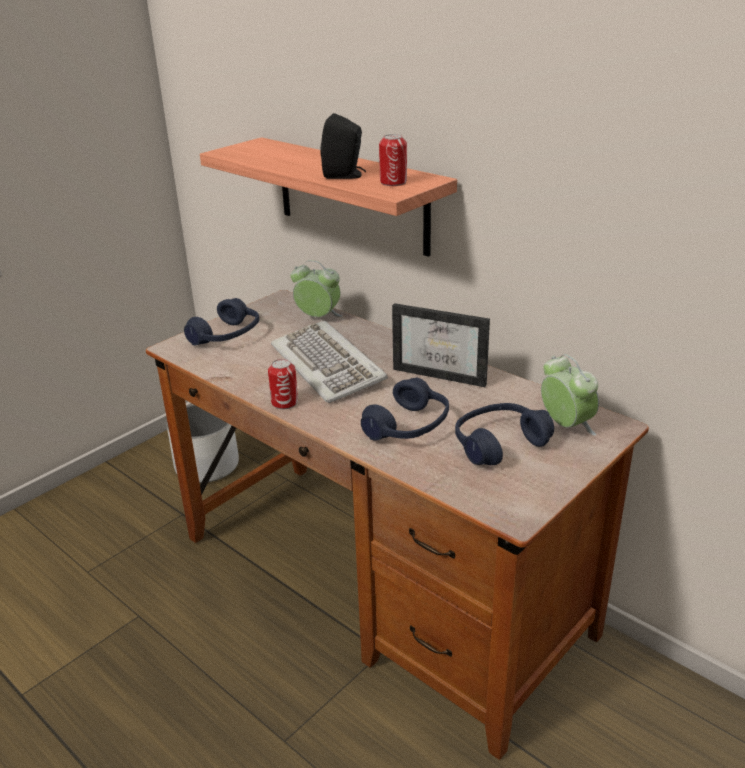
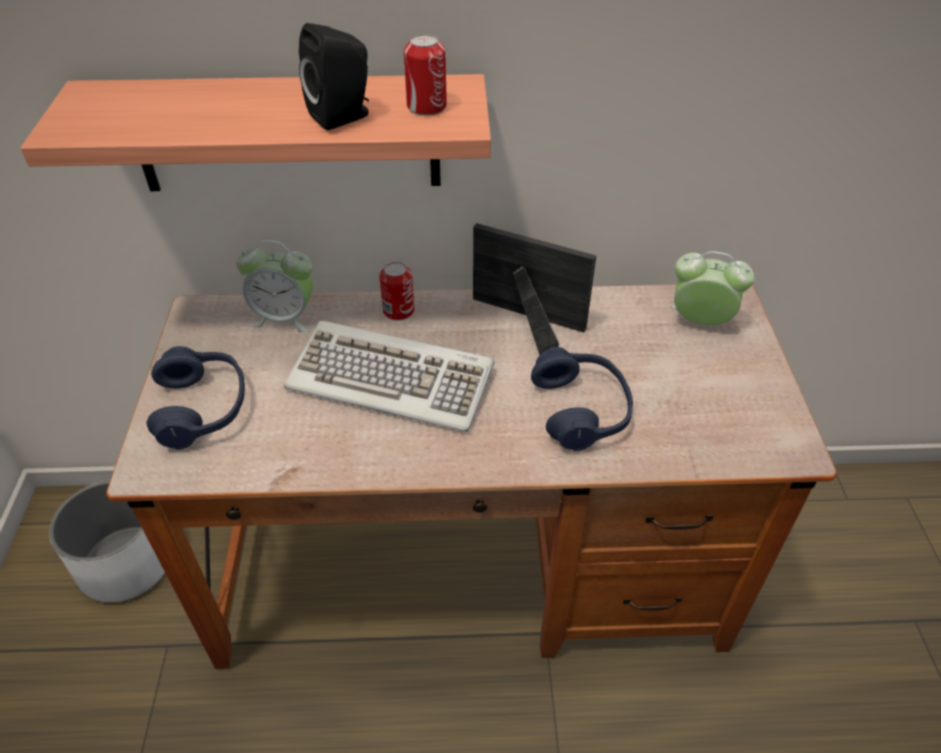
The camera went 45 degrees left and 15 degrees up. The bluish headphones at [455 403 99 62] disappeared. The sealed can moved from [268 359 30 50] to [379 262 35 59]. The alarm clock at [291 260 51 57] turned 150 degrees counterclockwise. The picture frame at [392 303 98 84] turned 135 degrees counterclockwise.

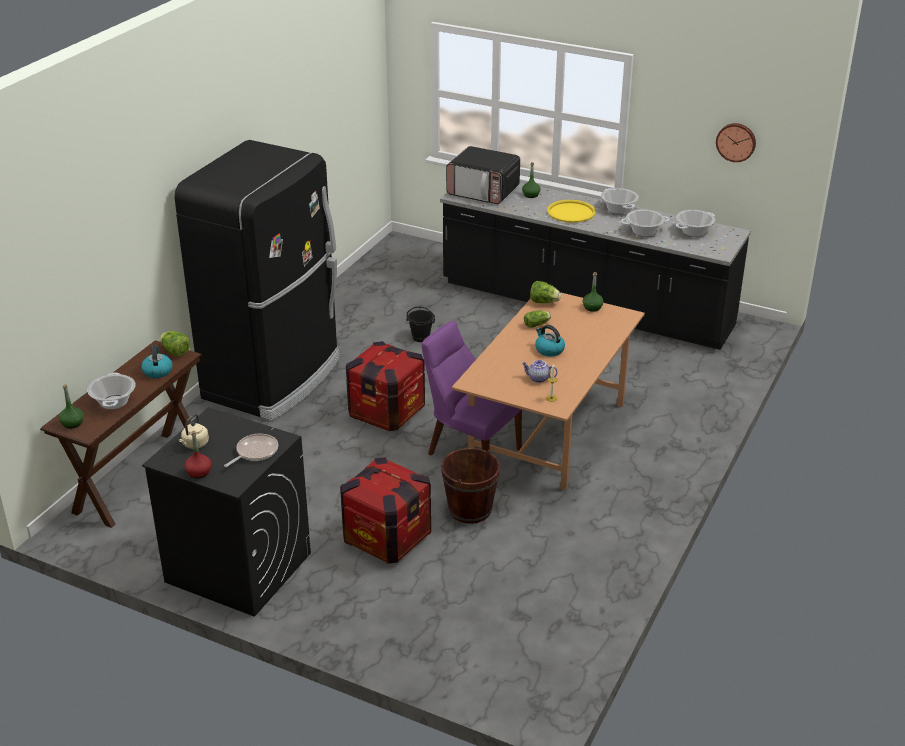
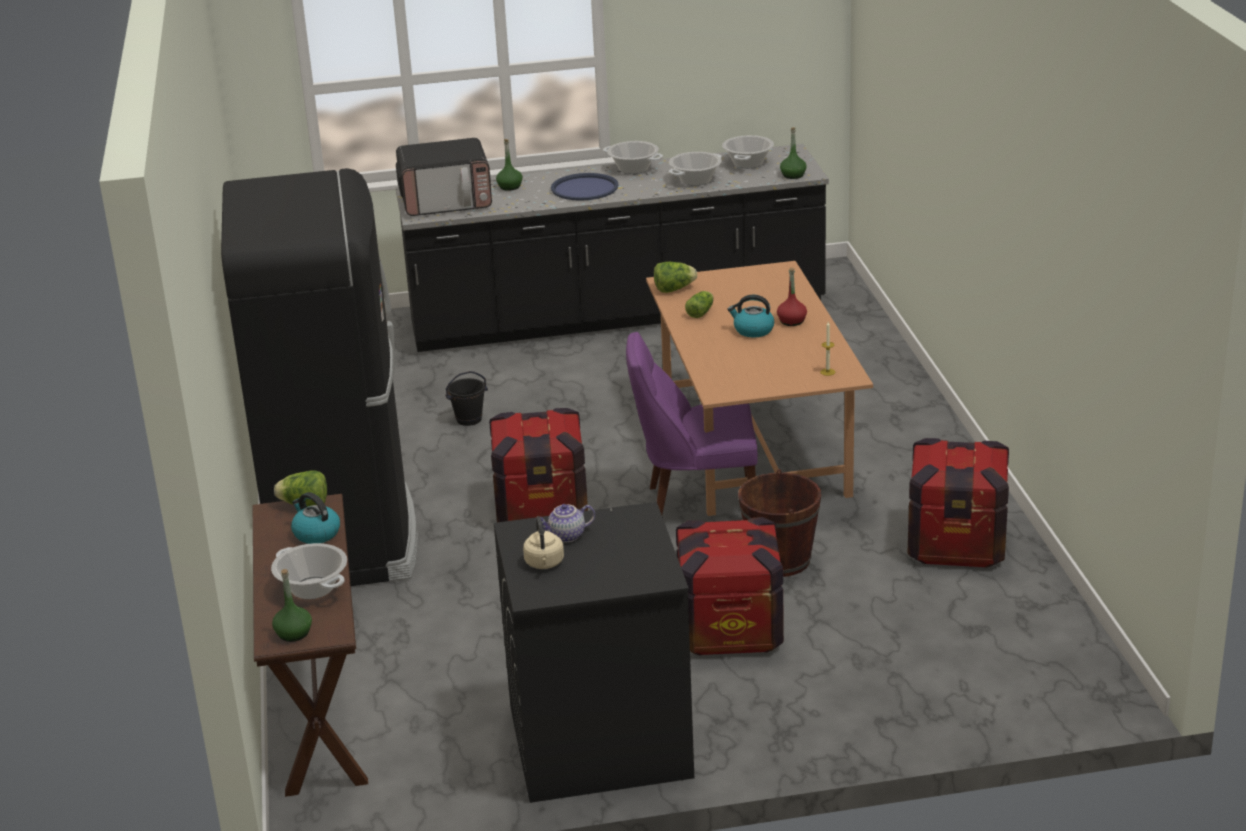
The camera went 35 degrees left and 5 degrees down. The skillet at [224 434 54 33] disappeared. The hanging clock at [716 123 40 39] disappeared. The crate at [908 438 101 130] appeared. The red-coloured beverage bottle moved from [185 431 27 48] to [777 268 30 58]. The teapot moved from [521 360 37 23] to [535 504 60 39]. The greenish beverage bottle moved from [583 272 21 40] to [780 127 27 52]. The yellow-coloured serving tray at [547 200 49 23] became the bluish serving tray at [551 173 68 28].

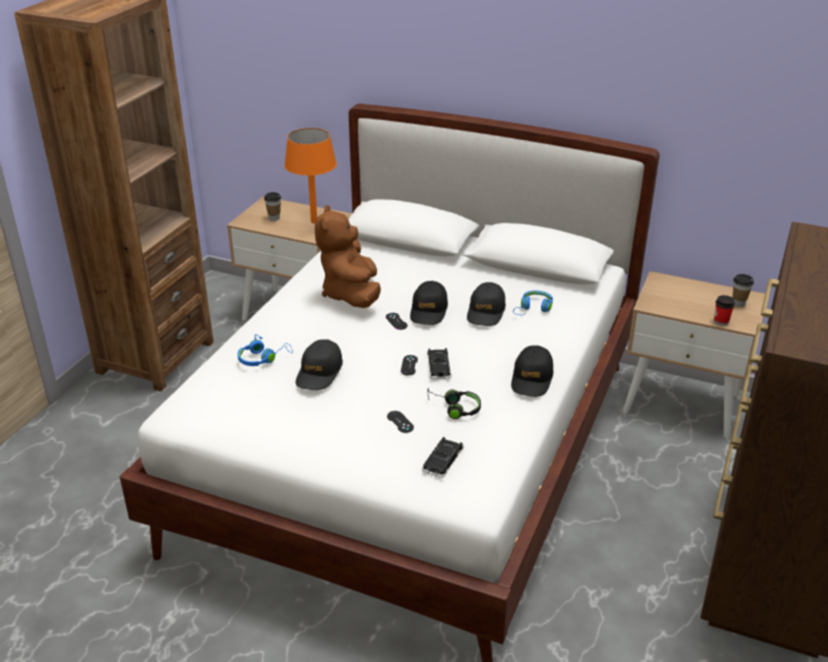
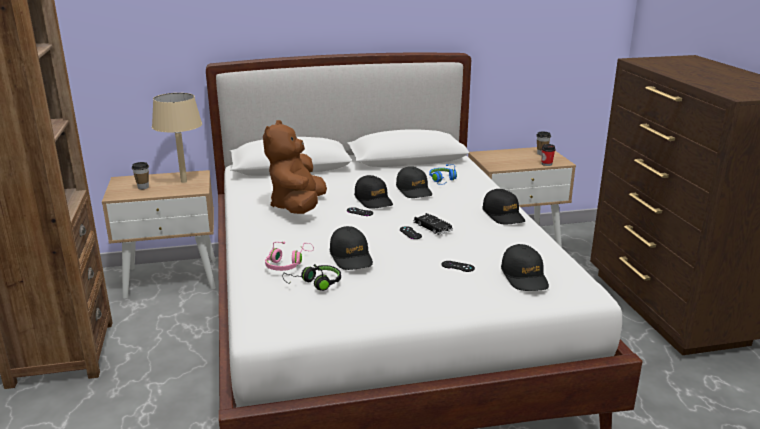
The camera went 35 degrees left and 10 degrees down. The blackish headphones moved from [428 388 53 31] to [282 264 59 27]. The blackish toy car at [422 437 42 41] was replaced by the blackish peaked cap at [501 244 48 47]. The bluish headphones at [237 334 56 32] became the pink-coloured headphones at [265 242 49 29]. The orangey tabletop lamp at [284 128 53 96] became the beige-coloured tabletop lamp at [152 93 50 90]. The brown-coloured plush toy at [315 205 66 103] turned 45 degrees clockwise.

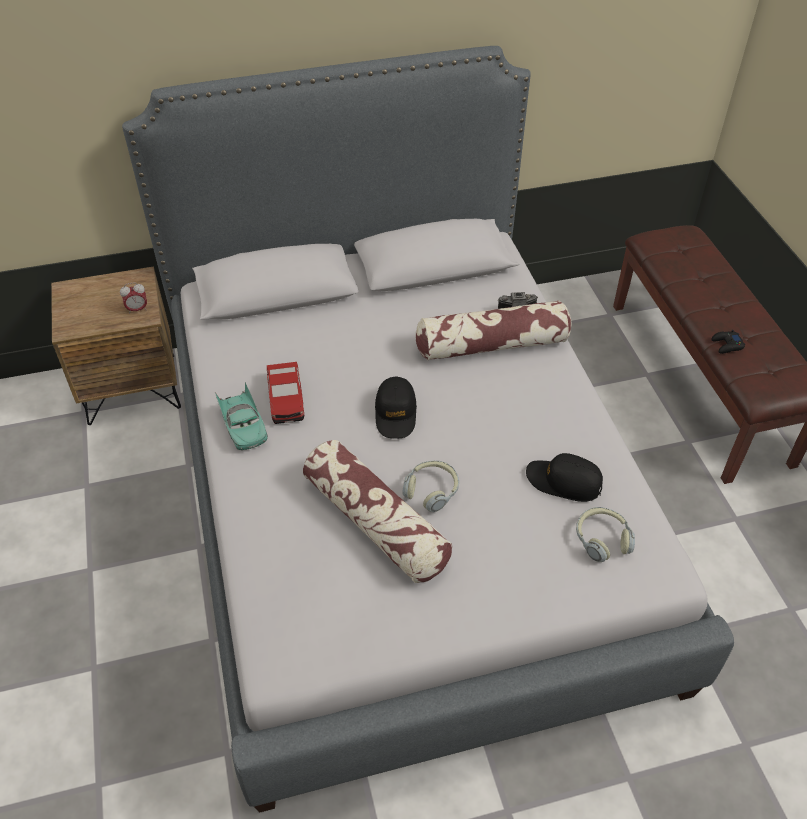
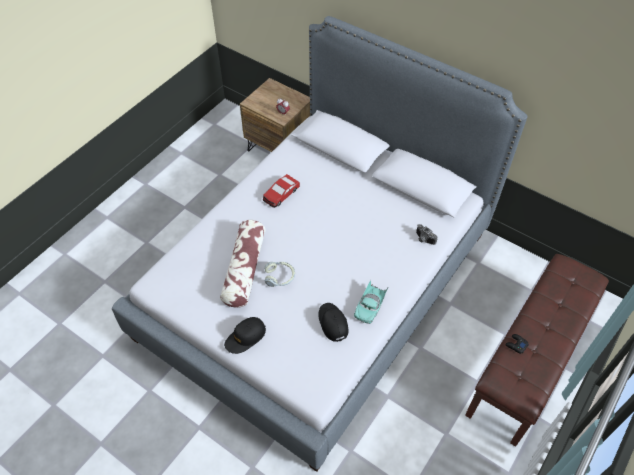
The camera went 50 degrees right and 5 degrees up. The pillow at [415 300 156 61] disappeared. The headphones at [576 507 59 55] disappeared. The blue-green toy car moved from [215 382 53 68] to [354 280 35 44]. The blackish peaked cap moved from [375 376 42 63] to [224 317 42 37].

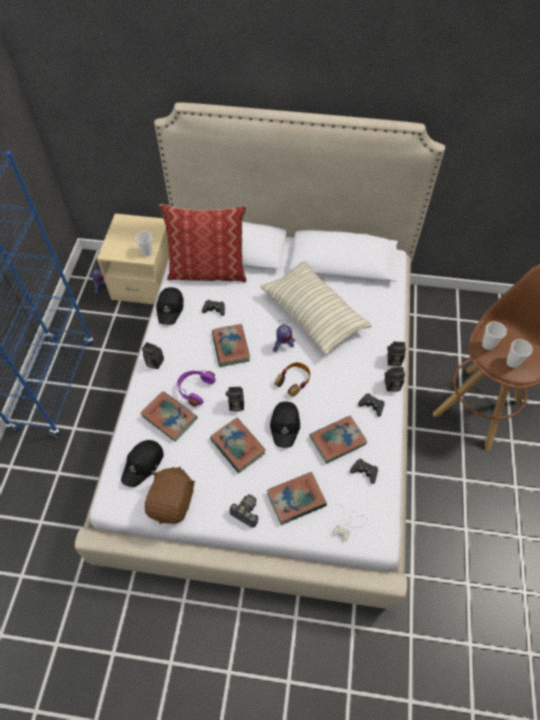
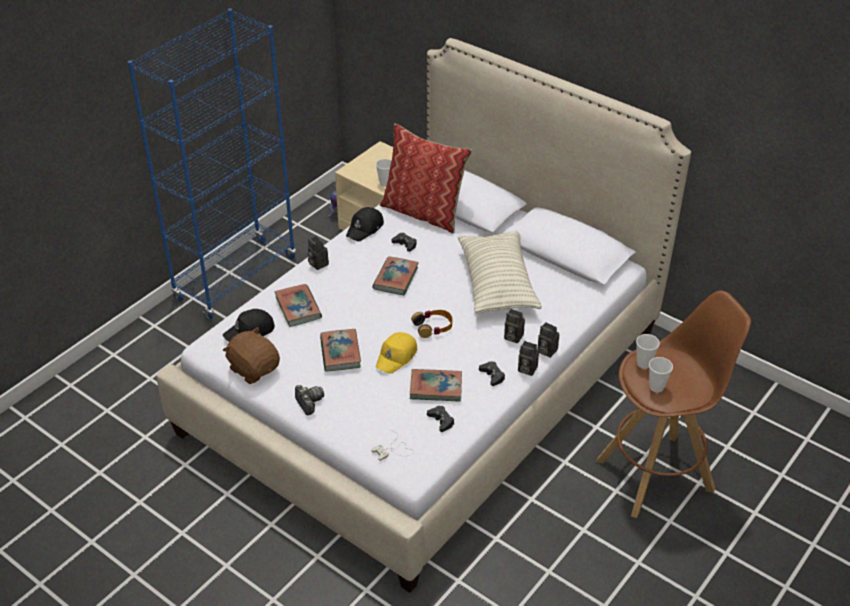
The camera went 30 degrees right and 15 degrees down. The purplish headphones at [177 370 39 37] disappeared. The volume at [267 472 60 53] disappeared. The robot figure at [273 320 22 32] disappeared. The still camera moved from [226 387 18 25] to [504 309 21 34]. The blackish peaked cap at [270 402 30 46] became the yellow-coloured peaked cap at [376 332 41 42]. The brown-coloured plush toy at [145 467 50 57] turned 90 degrees counterclockwise.

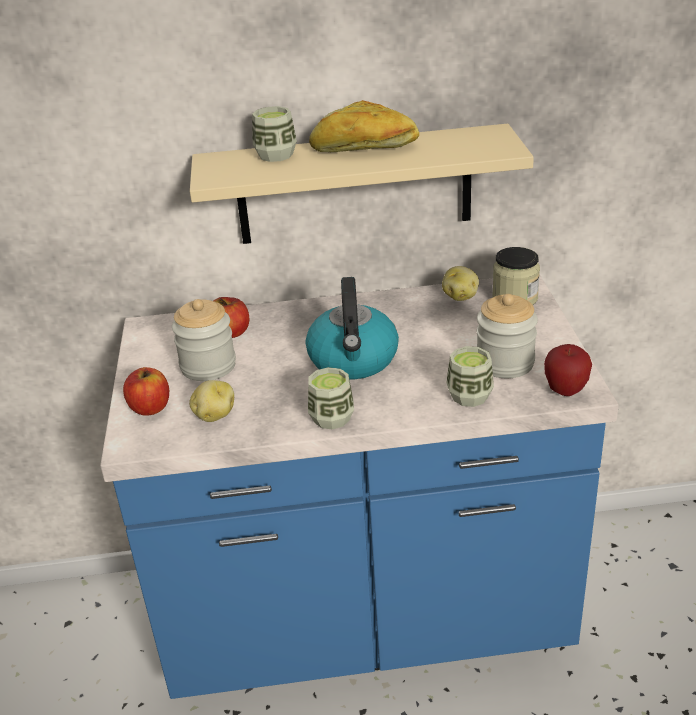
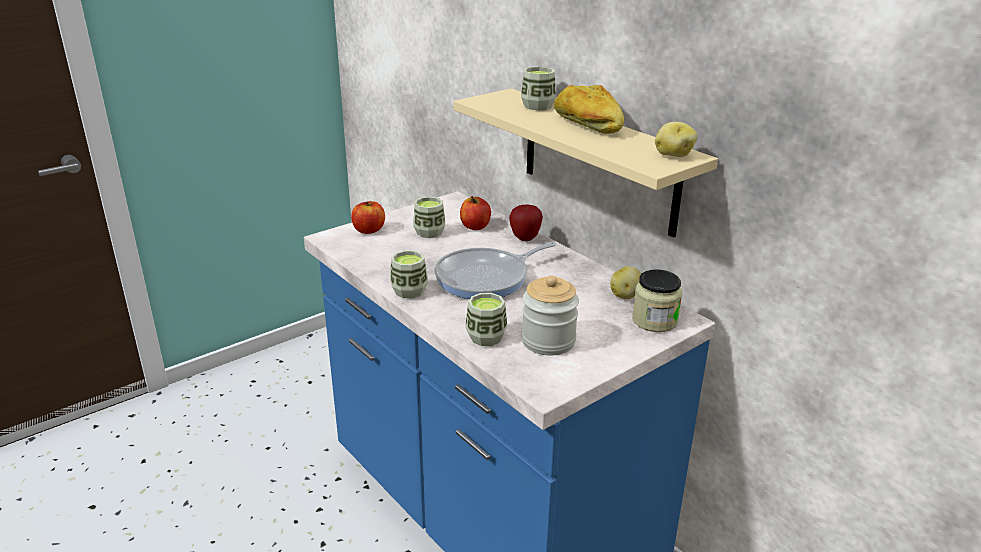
The camera went 55 degrees right and 5 degrees down. The whole potato moved from [189 380 45 42] to [655 122 42 35]. The whole apple moved from [544 344 48 52] to [509 204 34 37]. The jar at [172 299 64 82] was replaced by the drinking cup at [413 197 32 41]. The kettle at [306 277 93 102] was replaced by the skillet at [434 242 123 57].

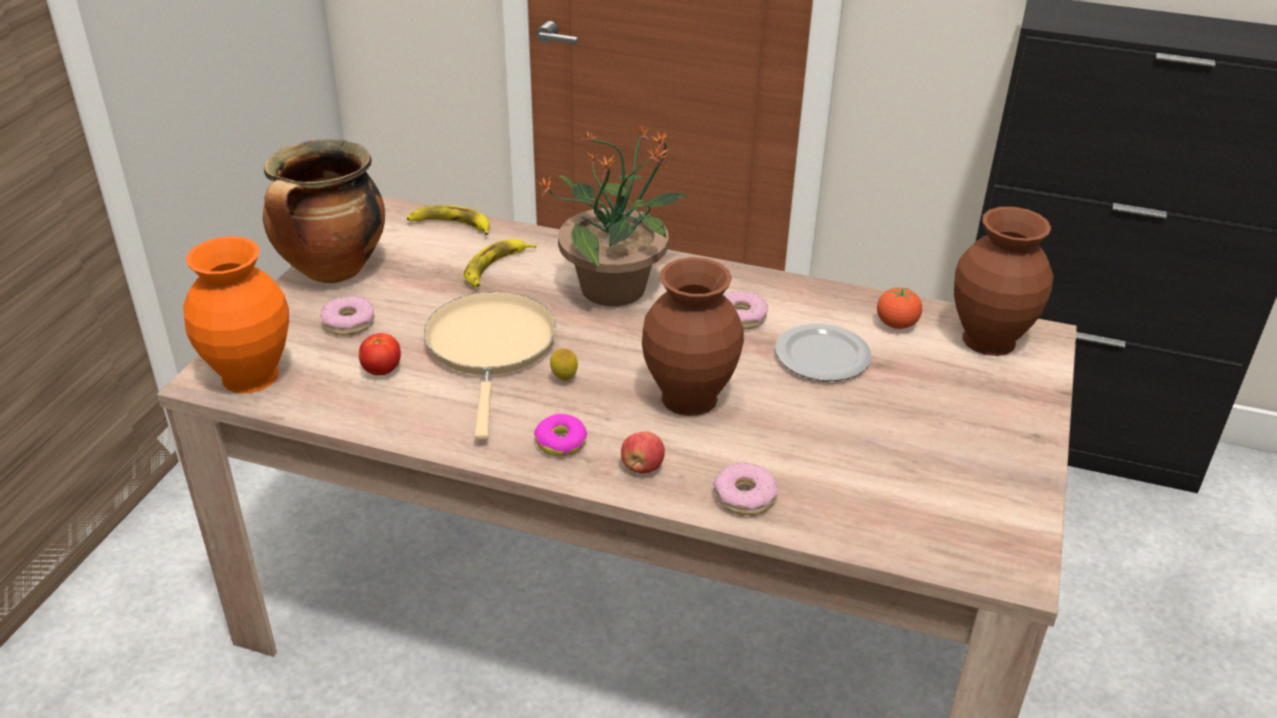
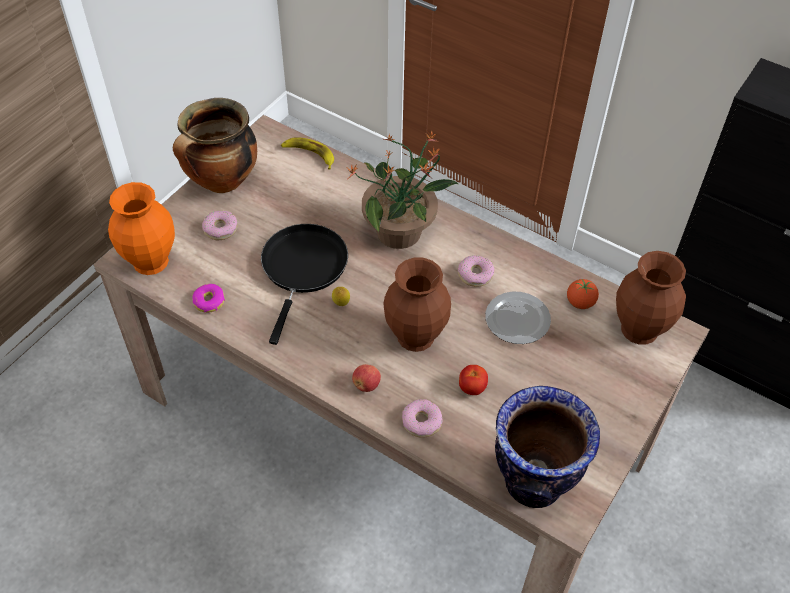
The camera went 15 degrees right and 15 degrees up. The banana fruit at [464 239 72 48] disappeared. The vase at [495 386 105 122] appeared. The whole tomato moved from [359 333 42 43] to [459 365 29 30]. The donut moved from [534 414 53 42] to [192 284 33 29]. The beige-coloured skillet at [424 292 132 148] became the blackish skillet at [261 224 87 121].

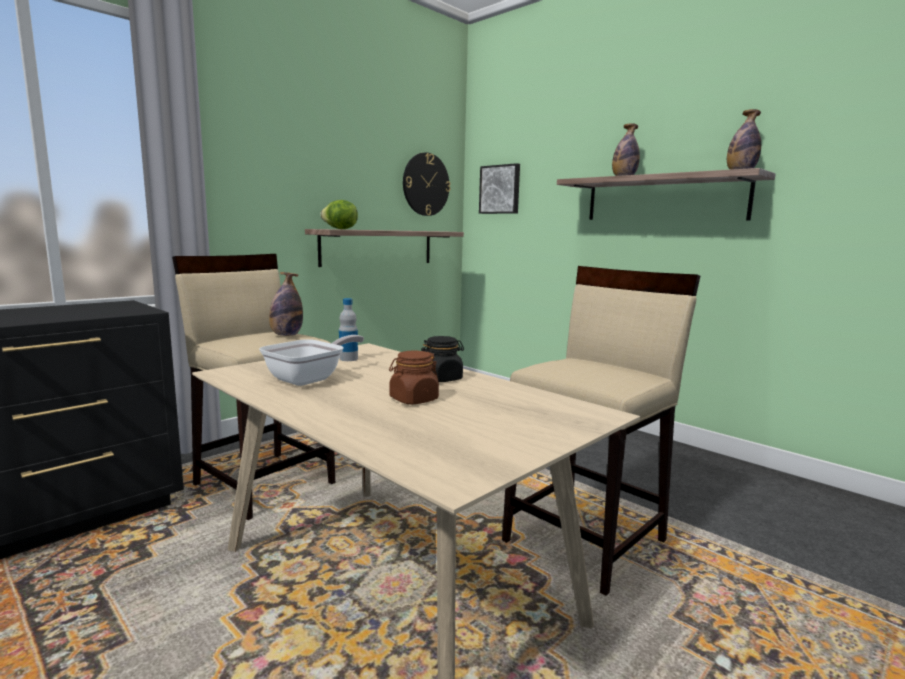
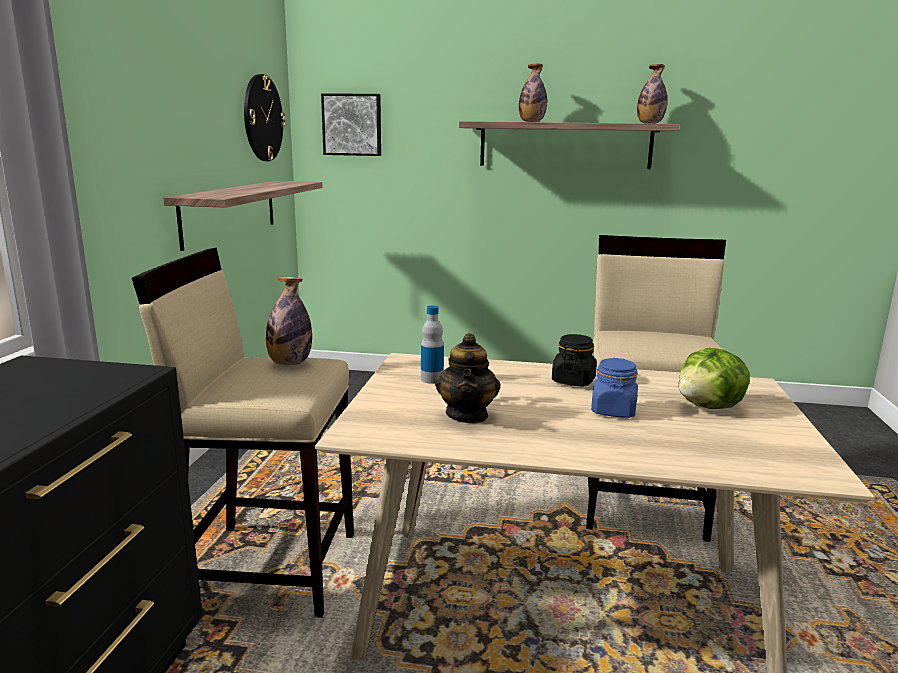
The camera went 35 degrees left and 5 degrees up. The lettuce head moved from [320 200 38 29] to [678 348 72 61]. The skillet at [259 335 105 51] was replaced by the teapot at [435 333 65 90]. The brown-coloured jar at [389 351 50 54] became the bluish jar at [591 358 47 60].

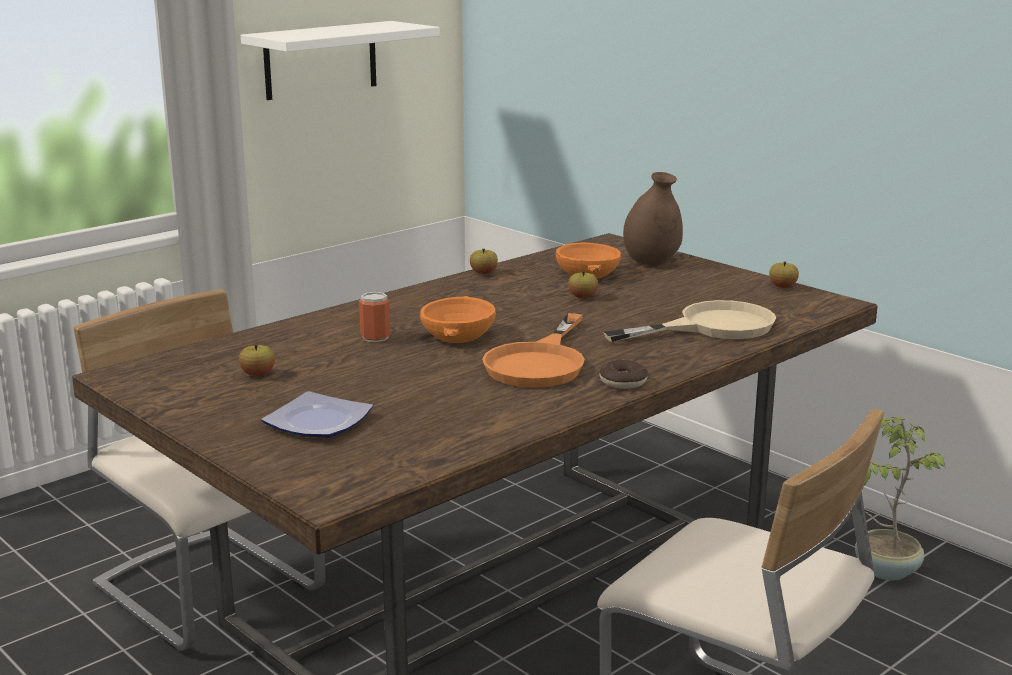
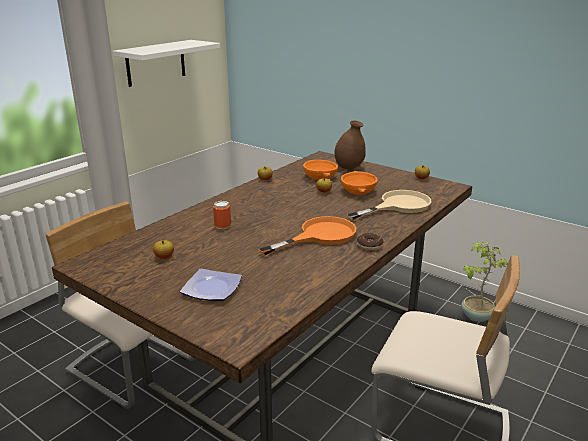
The camera went 10 degrees left and 5 degrees up. The orangey bowl moved from [420 296 76 47] to [341 171 37 24]. The orangey skillet at [482 313 103 75] turned 135 degrees counterclockwise.

